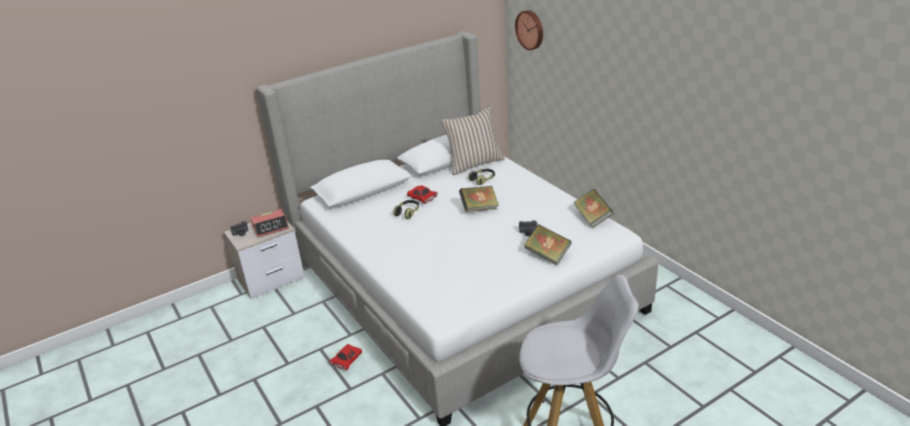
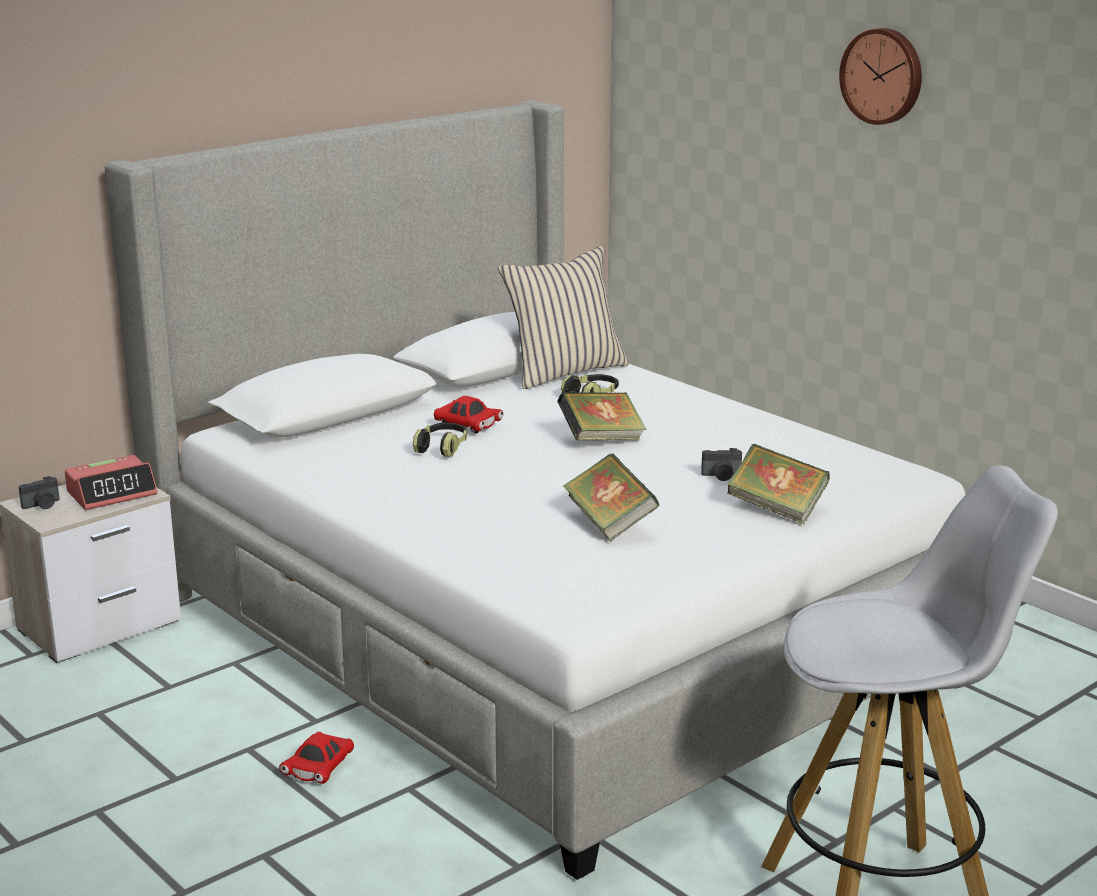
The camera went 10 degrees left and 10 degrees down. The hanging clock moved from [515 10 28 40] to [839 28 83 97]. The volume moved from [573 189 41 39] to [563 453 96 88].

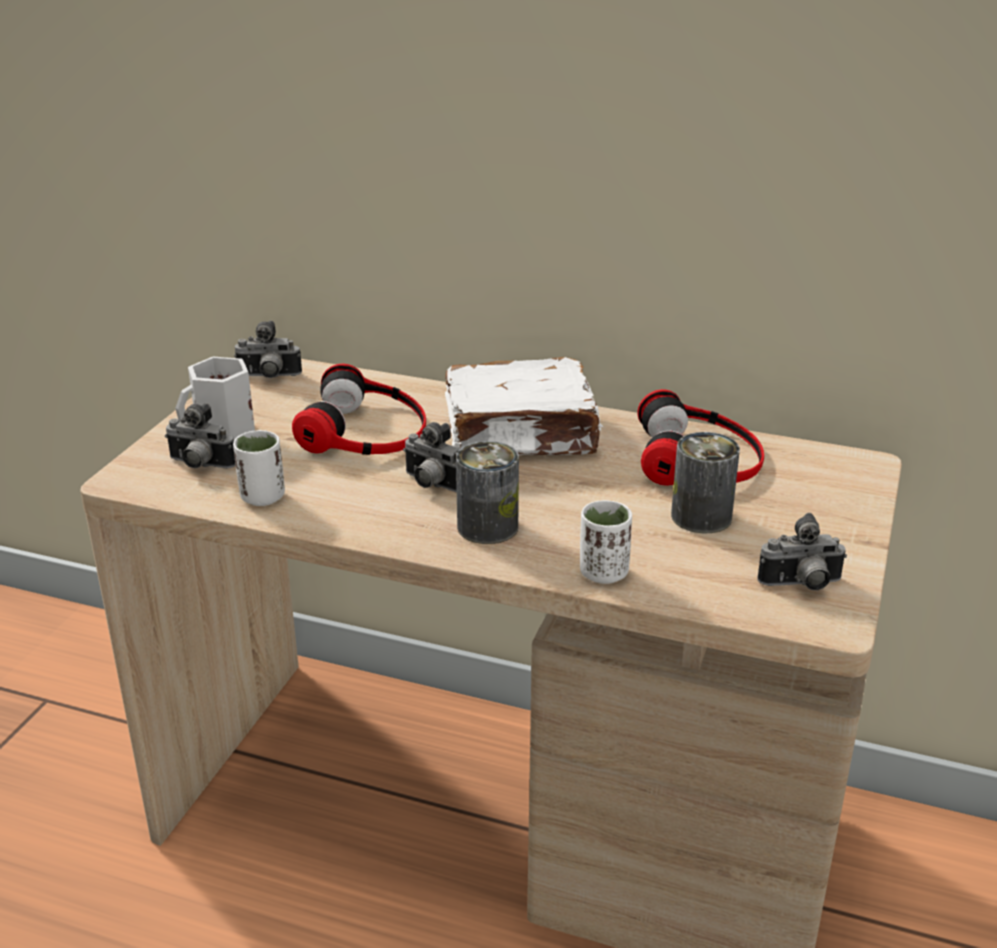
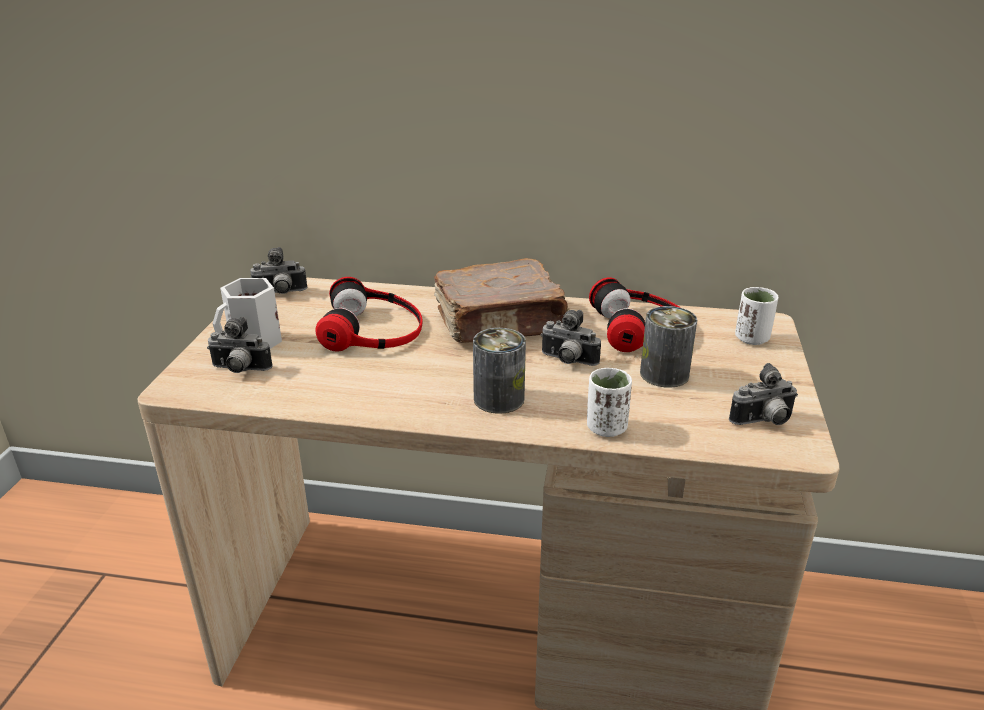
The camera went 10 degrees left and 0 degrees up. The white-coloured drinking cup moved from [233 430 52 76] to [735 287 44 58]. The still camera moved from [403 422 56 71] to [541 310 60 56]. The white-coloured volume at [445 357 158 98] became the brown-coloured volume at [434 258 136 85].

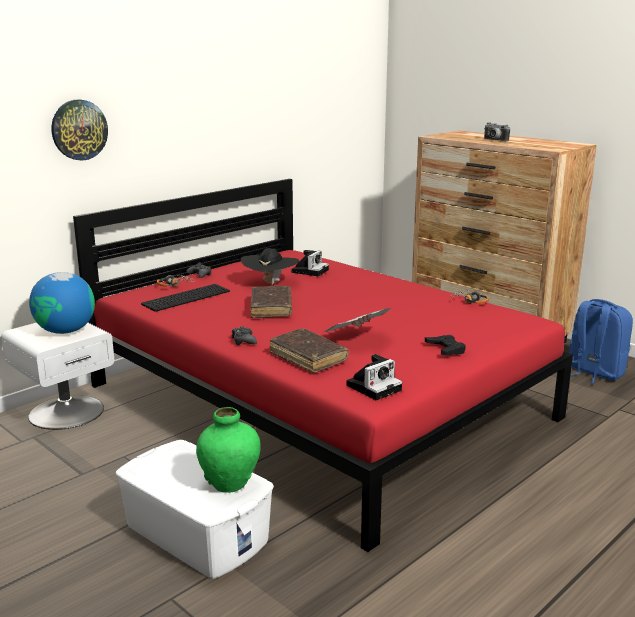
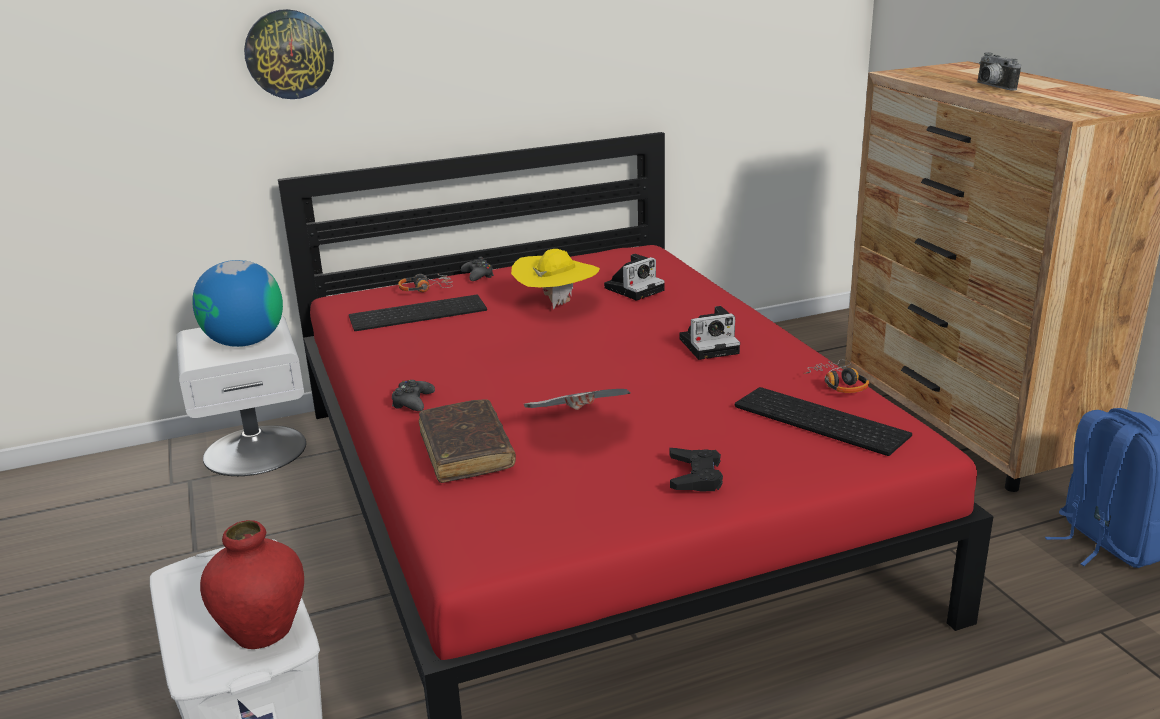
The camera went 25 degrees right and 5 degrees up. The brown-coloured volume at [251 286 41 32] disappeared. The computer keyboard at [735 387 177 69] appeared. The still camera moved from [346 354 56 46] to [679 306 61 54]. The greenish vase at [196 407 65 86] became the red-coloured vase at [200 520 104 129]. The blackish wearable hat at [241 248 58 37] became the yellow-coloured wearable hat at [511 249 89 61].

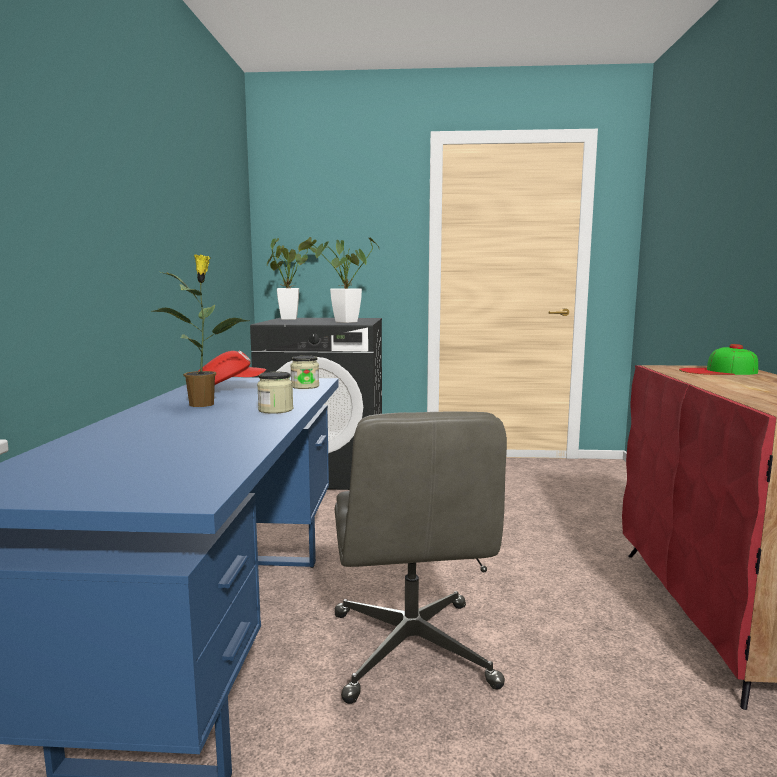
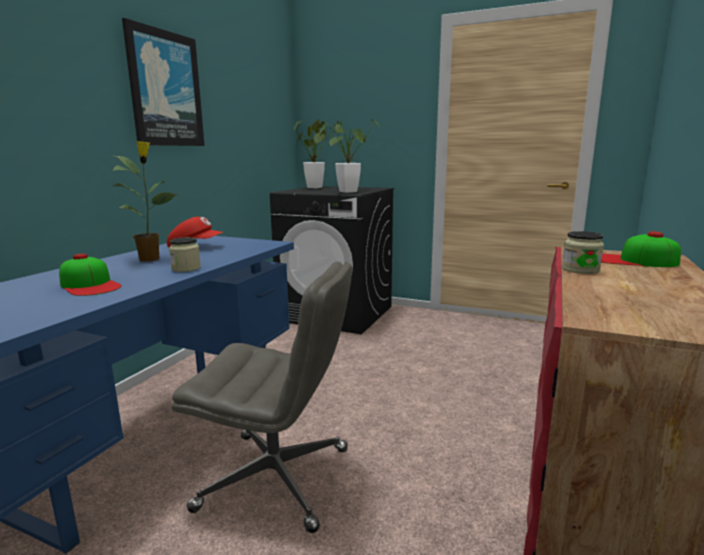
The camera went 20 degrees right and 5 degrees up. The peaked cap at [59 254 63 42] appeared. The picture at [122 18 83 128] appeared. The jar moved from [290 356 29 33] to [562 231 42 43]. The grey desk chair at [335 411 172 293] turned 90 degrees counterclockwise.

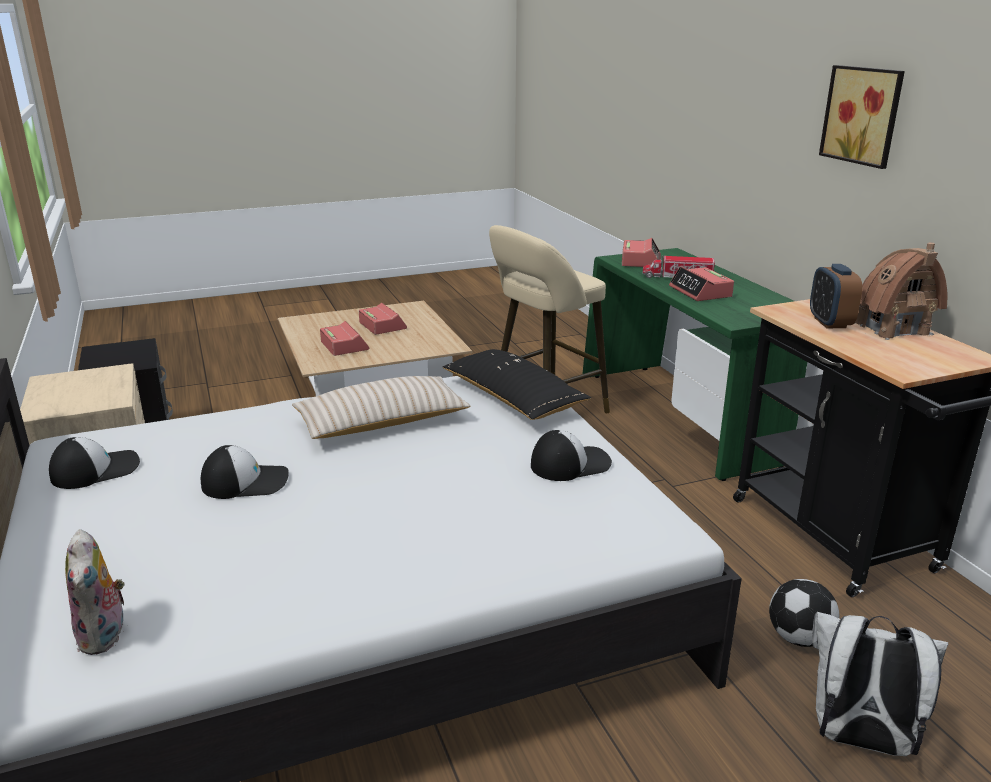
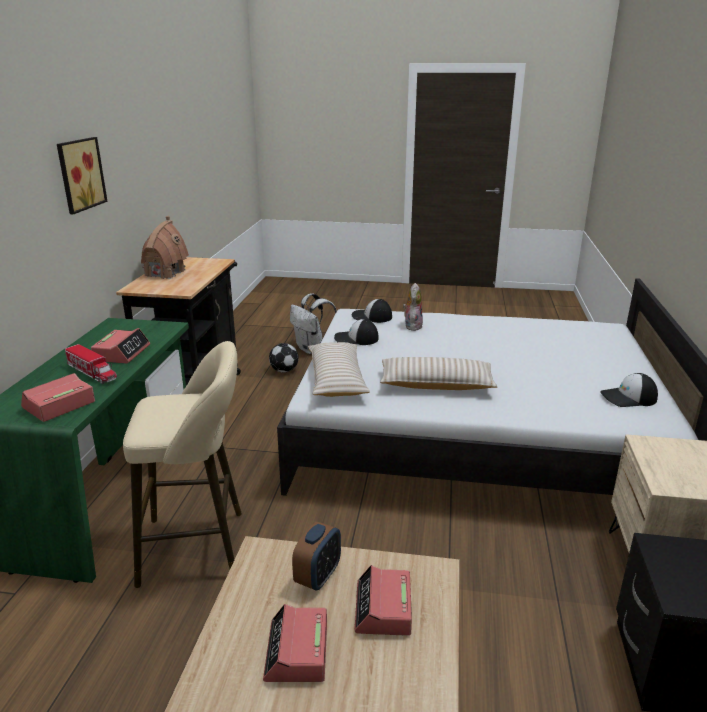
The camera went 150 degrees left and 0 degrees up. The plush toy moved from [65 529 60 126] to [403 283 20 48]. The peaked cap moved from [201 445 88 54] to [352 299 40 24]. The alarm clock moved from [810 264 52 64] to [292 522 49 69]. The blackish pillow at [443 349 148 71] became the beige-coloured pillow at [308 342 62 55].

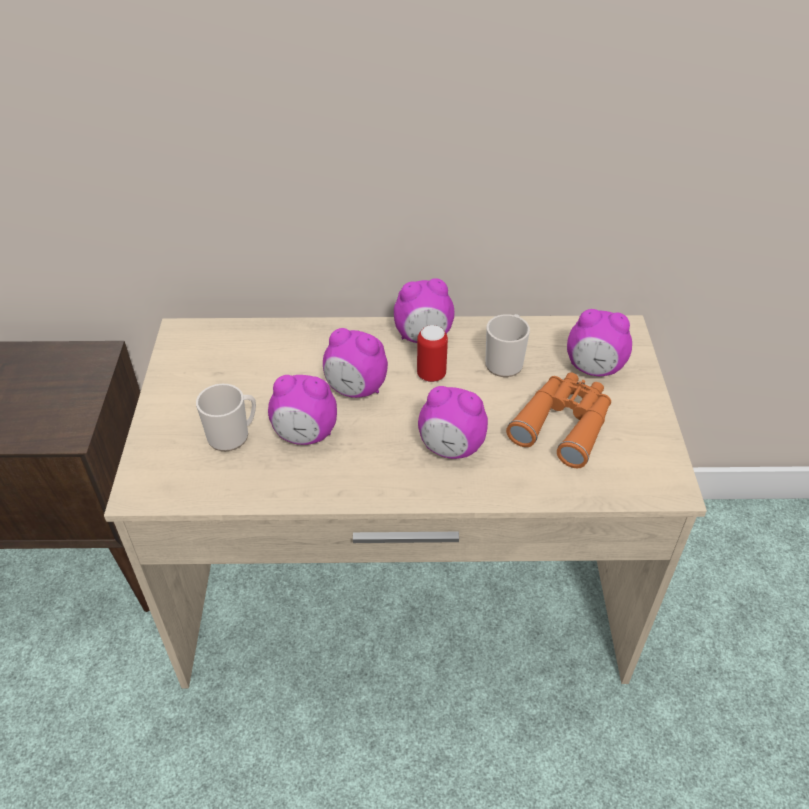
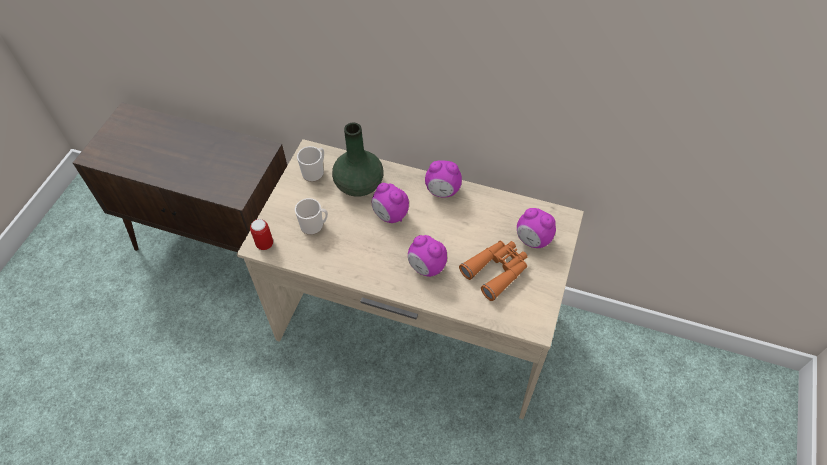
The camera went 20 degrees right and 10 degrees up. The alarm clock at [268 375 69 70] disappeared. The greenish vase at [332 122 52 75] appeared. The sealed can moved from [417 325 31 57] to [250 219 23 31]. The tea mug moved from [485 314 45 63] to [297 146 27 36].

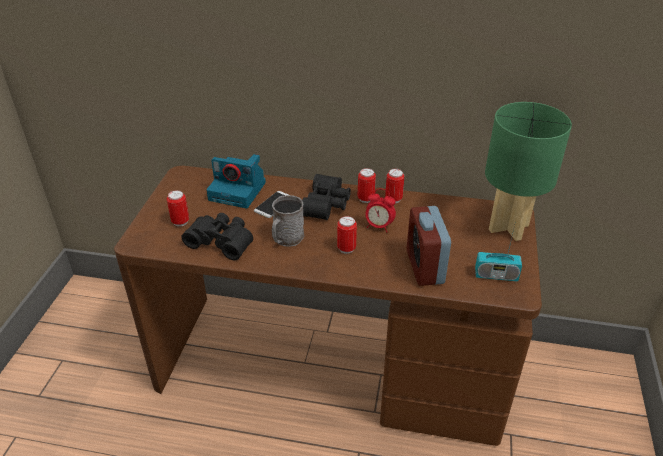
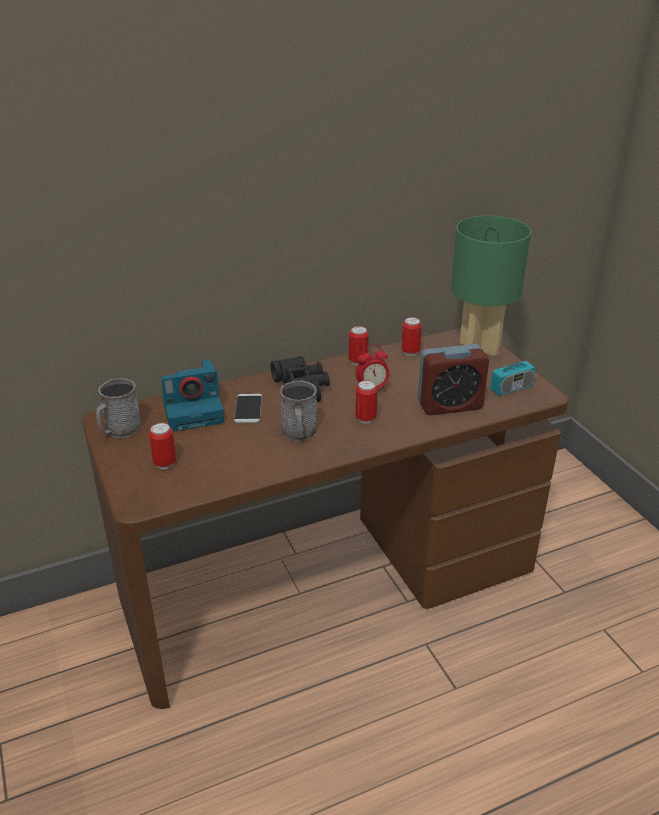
The camera went 35 degrees left and 5 degrees down. The blackish pair of binoculars at [181 213 72 47] disappeared. The grey tea mug at [96 378 46 60] appeared. The sealed can moved from [358 168 18 35] to [401 317 21 39]. The alarm clock at [407 206 44 80] turned 60 degrees counterclockwise.

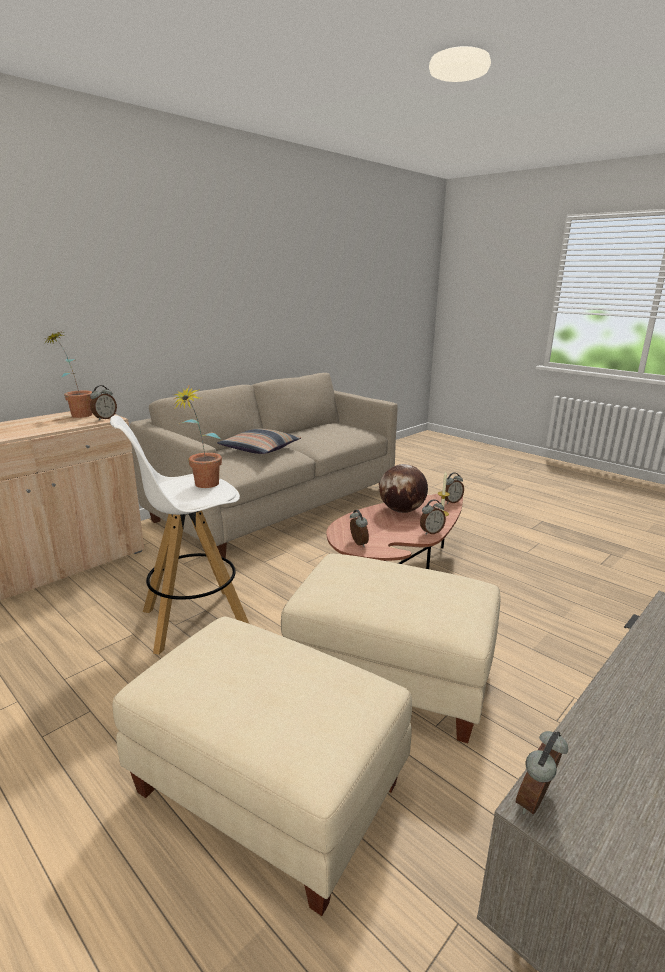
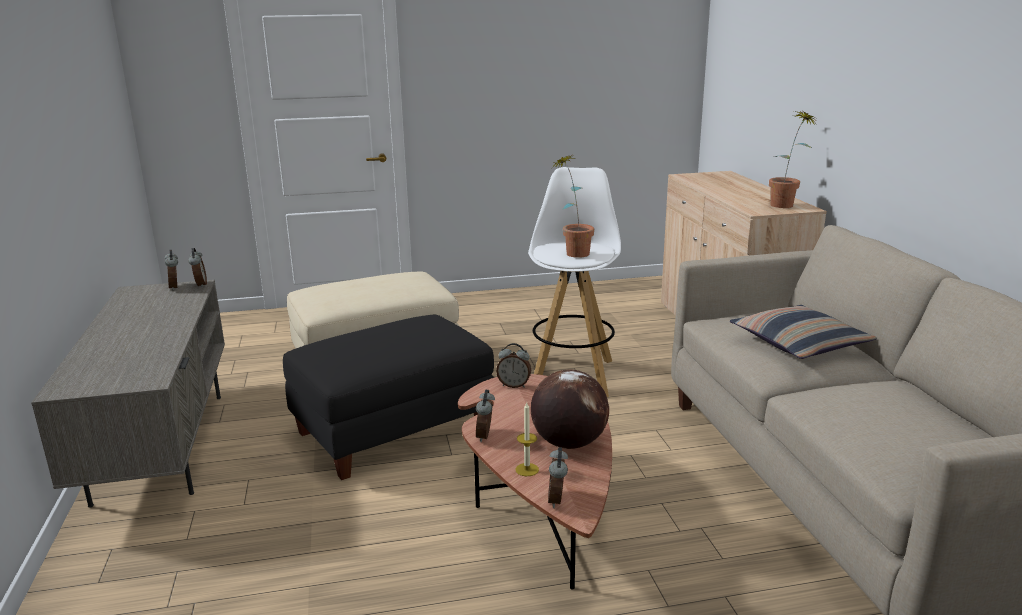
The camera went 125 degrees right and 0 degrees up. The alarm clock moved from [90 385 27 36] to [165 250 13 41]. The beige-coloured footrest at [281 554 219 189] became the blackish footrest at [283 315 212 165].

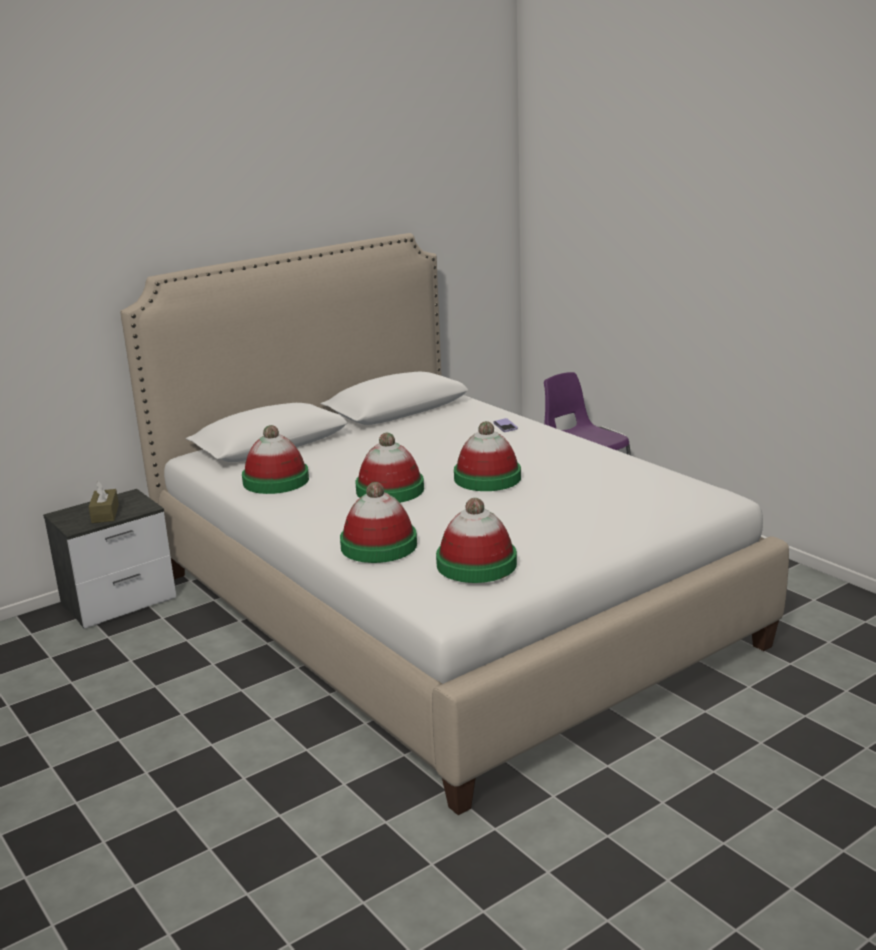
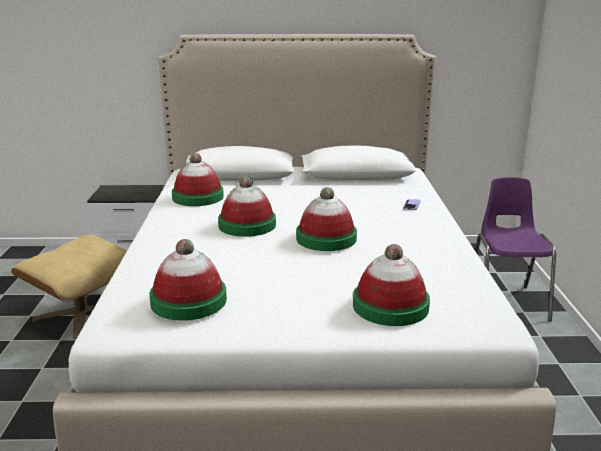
The camera went 35 degrees right and 0 degrees up. The brown-coloured box of tissues at [89 482 30 41] disappeared. The beige-coloured footrest at [11 235 116 104] appeared. The wearable hat moved from [340 482 77 81] to [353 244 77 82].

